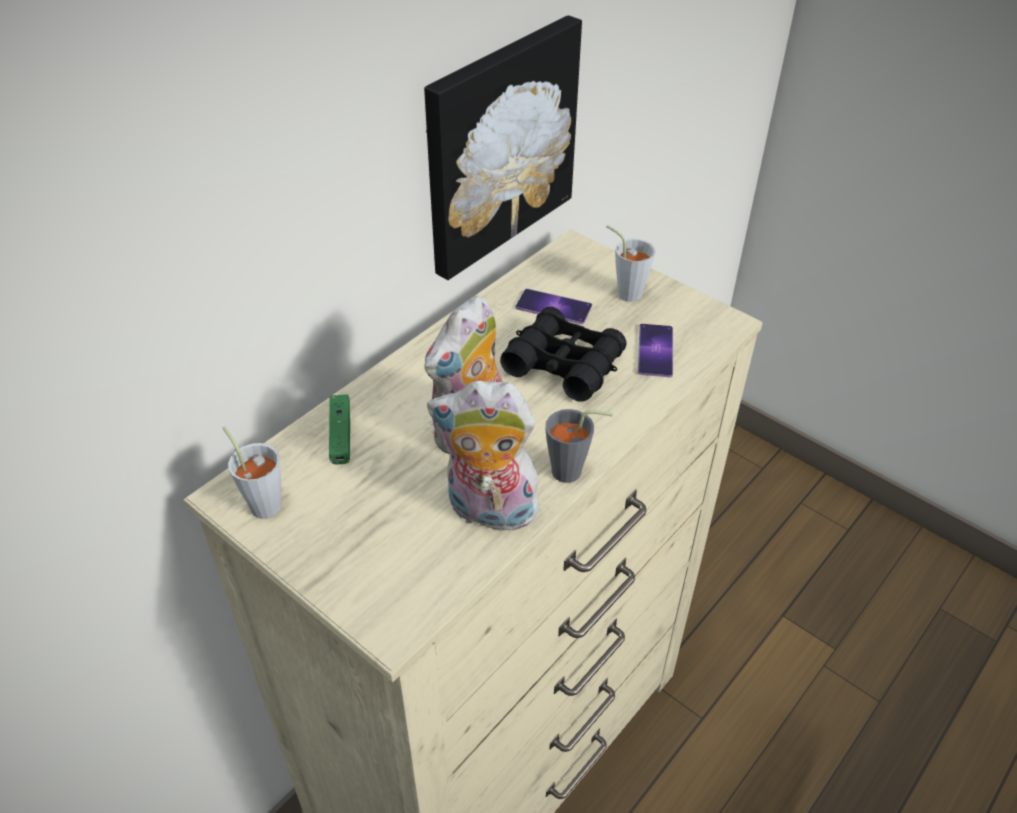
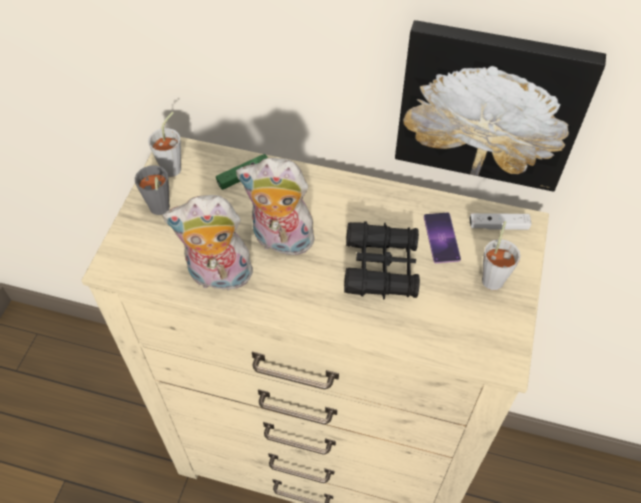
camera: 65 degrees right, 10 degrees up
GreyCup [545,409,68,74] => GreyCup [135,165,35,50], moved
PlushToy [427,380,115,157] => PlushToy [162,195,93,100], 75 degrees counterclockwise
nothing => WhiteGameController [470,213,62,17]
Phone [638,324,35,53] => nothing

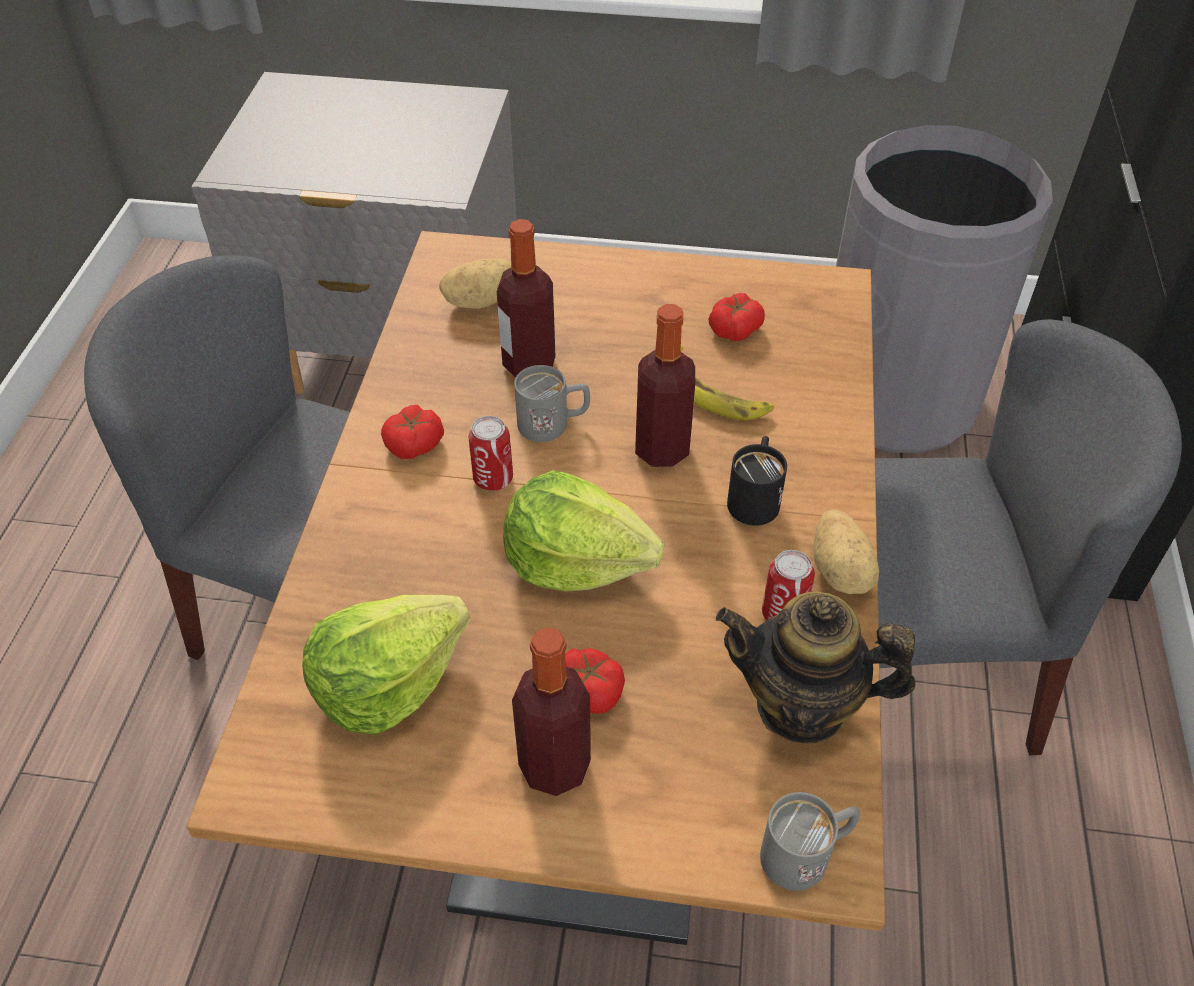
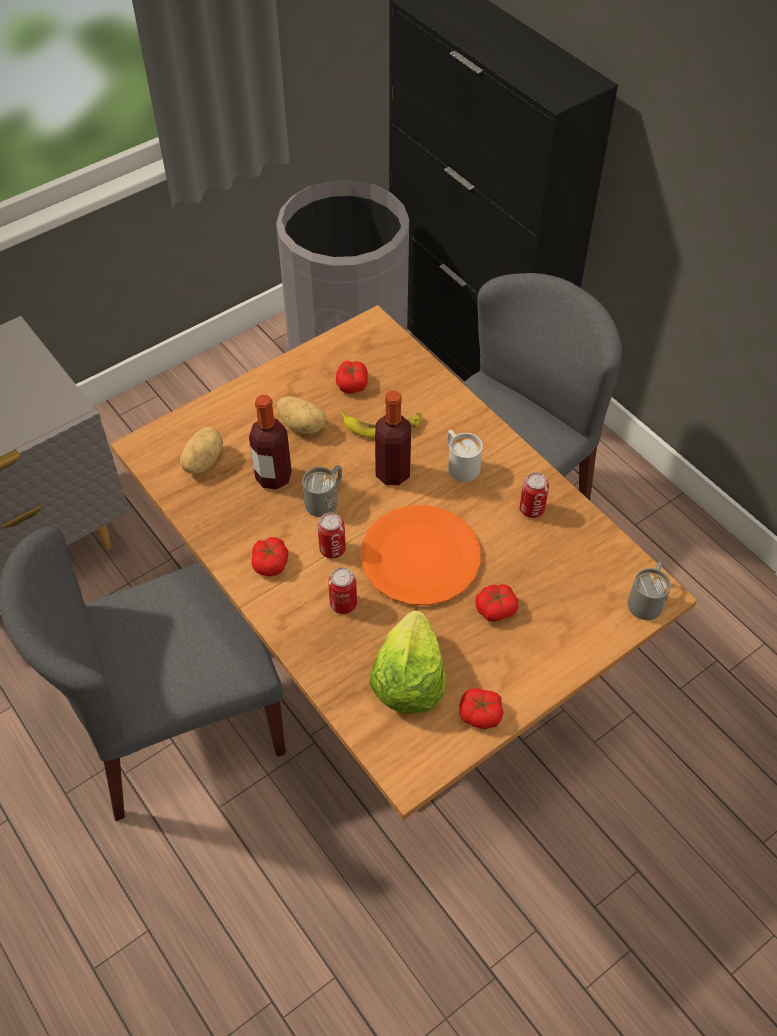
camera: 45 degrees left, 5 degrees up
Potato [814,509,65,85] => Potato [277,396,49,38], moved
nothing => Can [328,567,29,47]
Lettuce [503,470,161,121] => OrangePlate [361,505,120,100]
BlackMug [727,436,60,90] => WhiteMug [447,430,36,52]
nothing => Tomato [459,688,45,41]
Bottle [512,627,79,169] => nothing
Teapot [716,592,200,152] => nothing

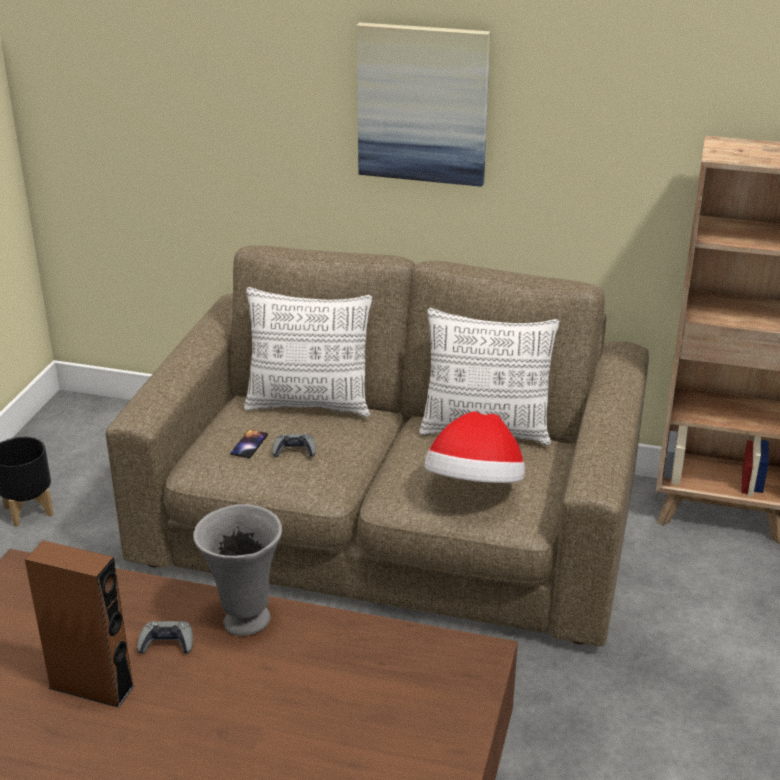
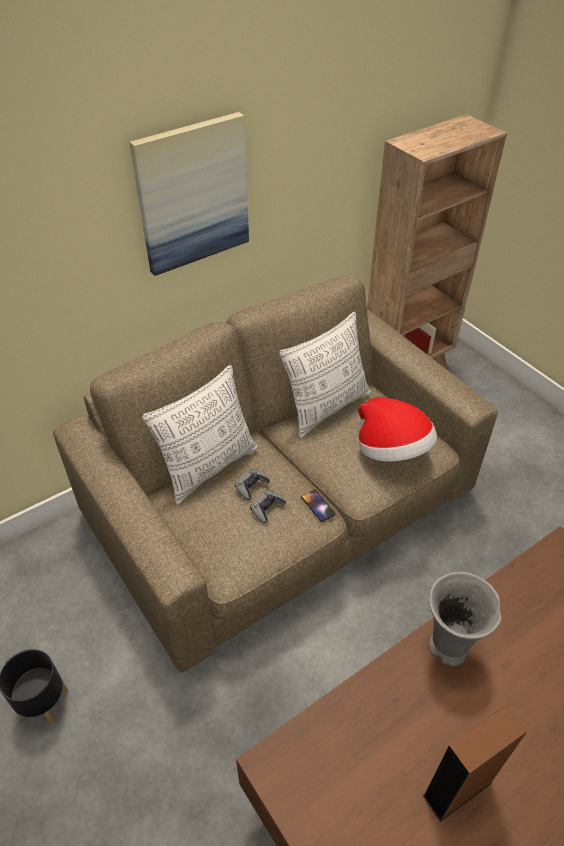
camera: 50 degrees left, 15 degrees up
GreyGameController [137,621,56,33] => GreyGameController [235,469,35,31], moved
Phone [230,430,38,28] => Phone [301,489,35,33], moved

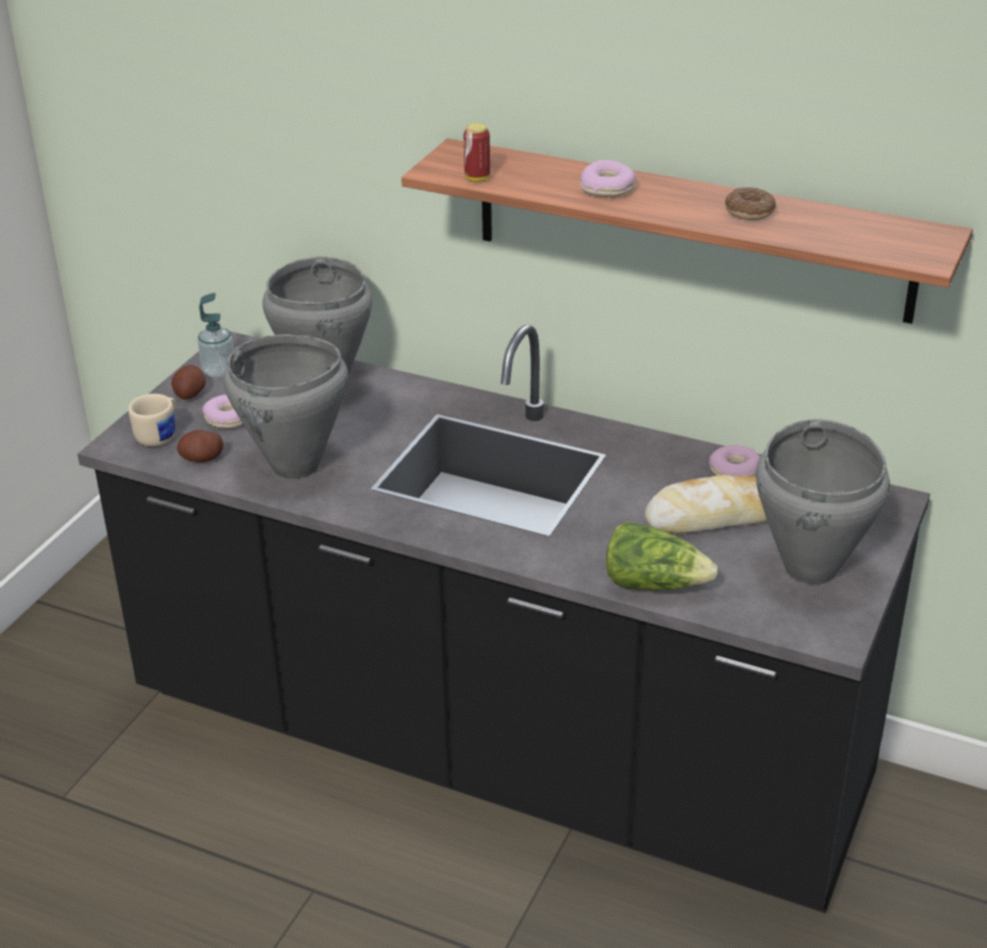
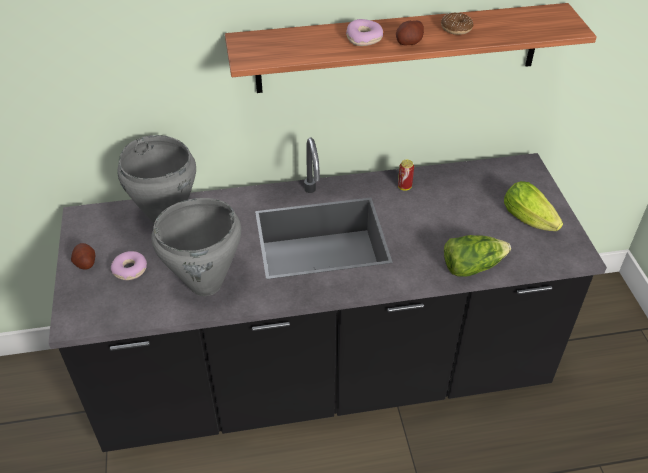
camera: 35 degrees left, 10 degrees up
Potato [177,430,46,32] => Potato [396,20,28,26], moved
Can [464,123,26,59] => Can [398,160,16,31], moved
GreyCookingPot [756,419,134,166] => Lettuce [504,181,59,50]
BeigeMug [128,394,48,52] => nothing
SoapDispenser [198,293,36,85] => nothing
Bread [645,475,122,58] => nothing
Donut [709,445,51,32] => nothing

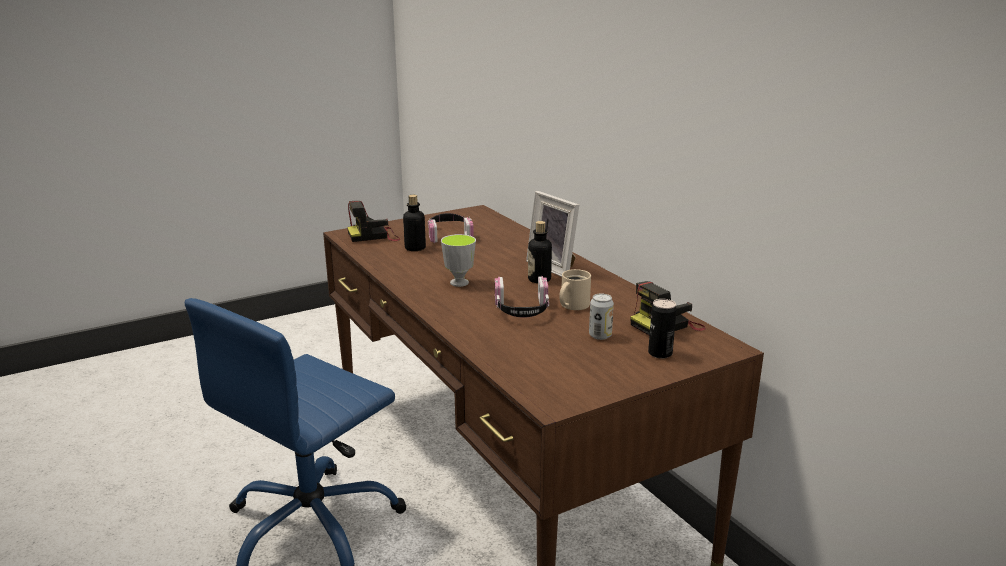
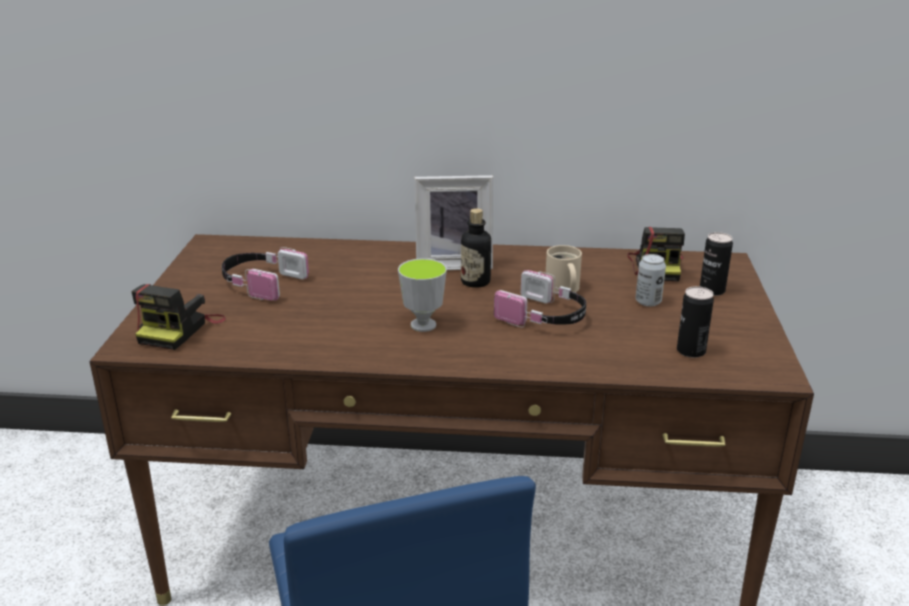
camera: 55 degrees left, 5 degrees up
nothing => Can [677,286,37,72]
Bottle [403,195,23,56] => nothing

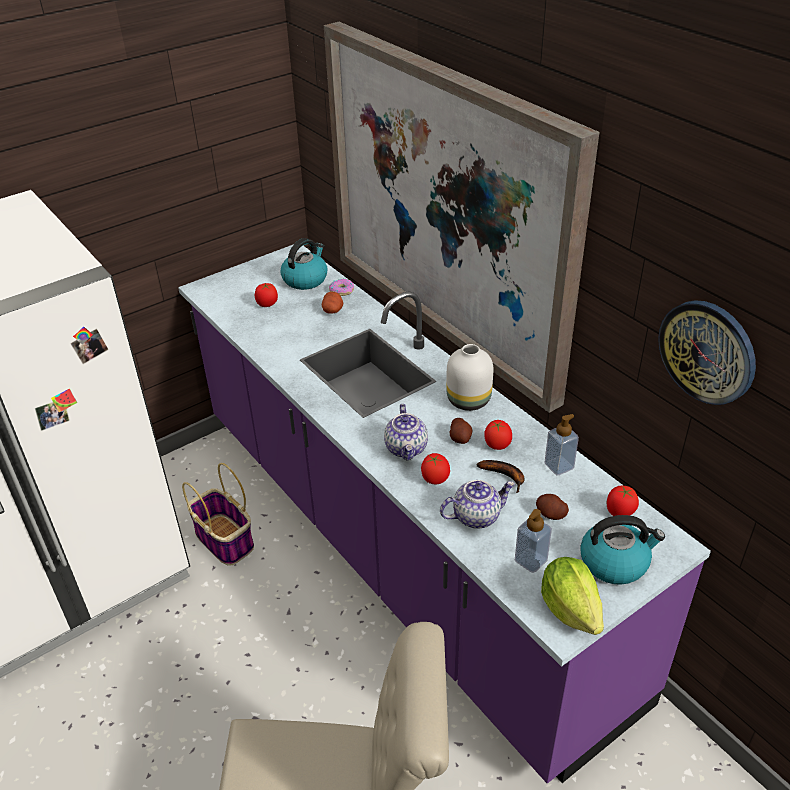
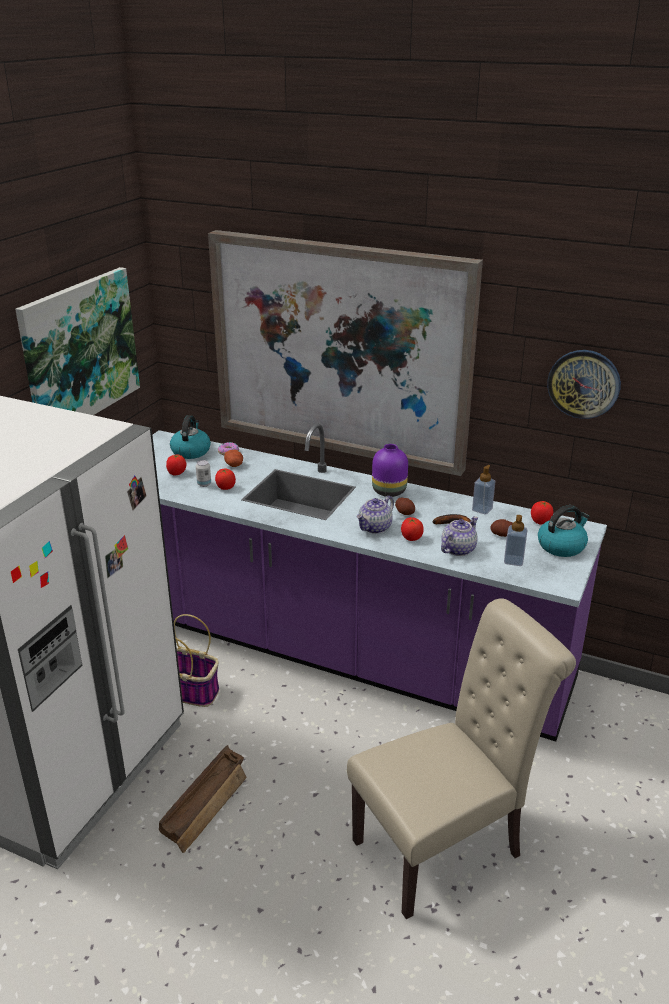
camera: 30 degrees left, 10 degrees down
nothing => Picture [15,267,125,148]
nothing => Crate [159,745,87,108]
nothing => Can [196,460,15,27]
Tomato [484,420,28,30] => Tomato [215,469,21,21], moved
Teapot [384,404,44,57] => Teapot [356,496,38,38], 75 degrees clockwise
WhiteVase [446,344,47,67] => PurpleVase [372,444,36,53]
Lettuce [541,557,63,78] => nothing

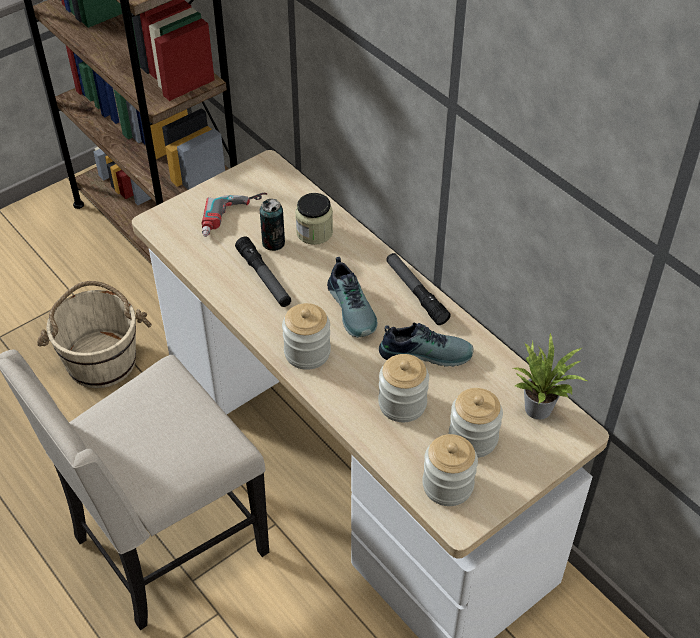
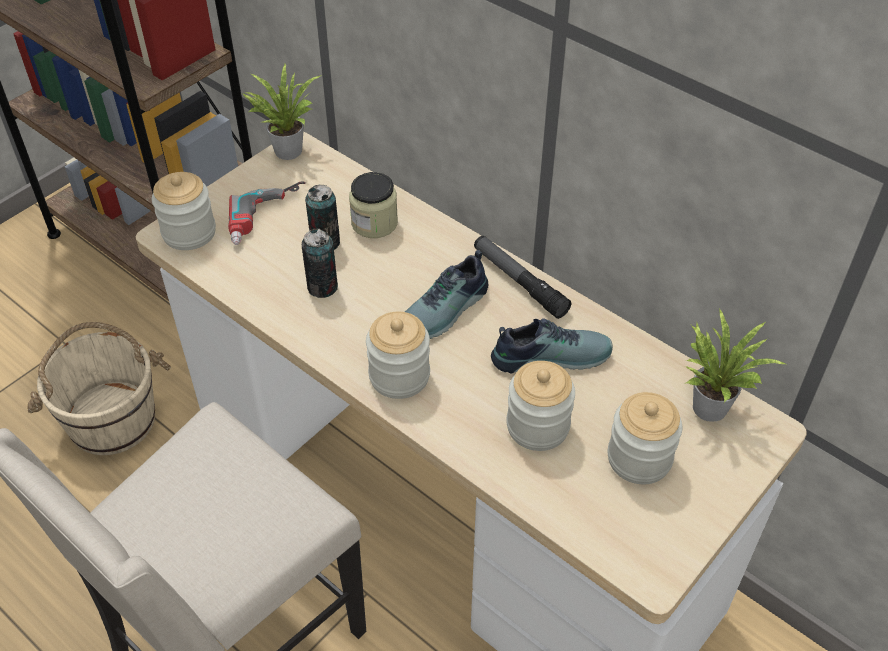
camera: 10 degrees left, 0 degrees up
Jar [422,434,56,72] => Jar [152,172,64,78], moved
nothing => PottedPlant [242,64,80,96]
Flashlight [235,237,56,70] => Can [302,229,36,69]
Shoe [327,257,51,81] => Shoe [405,250,83,89], 75 degrees clockwise

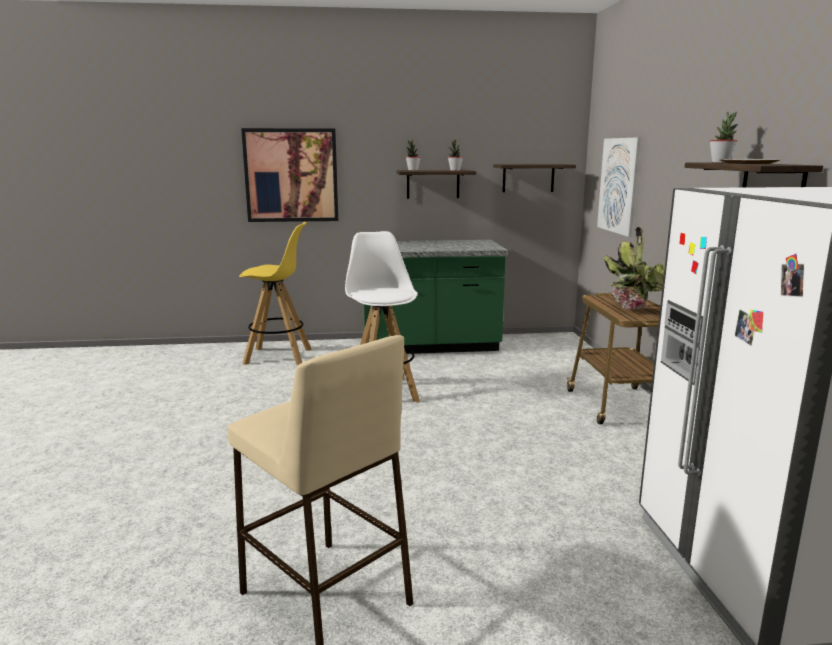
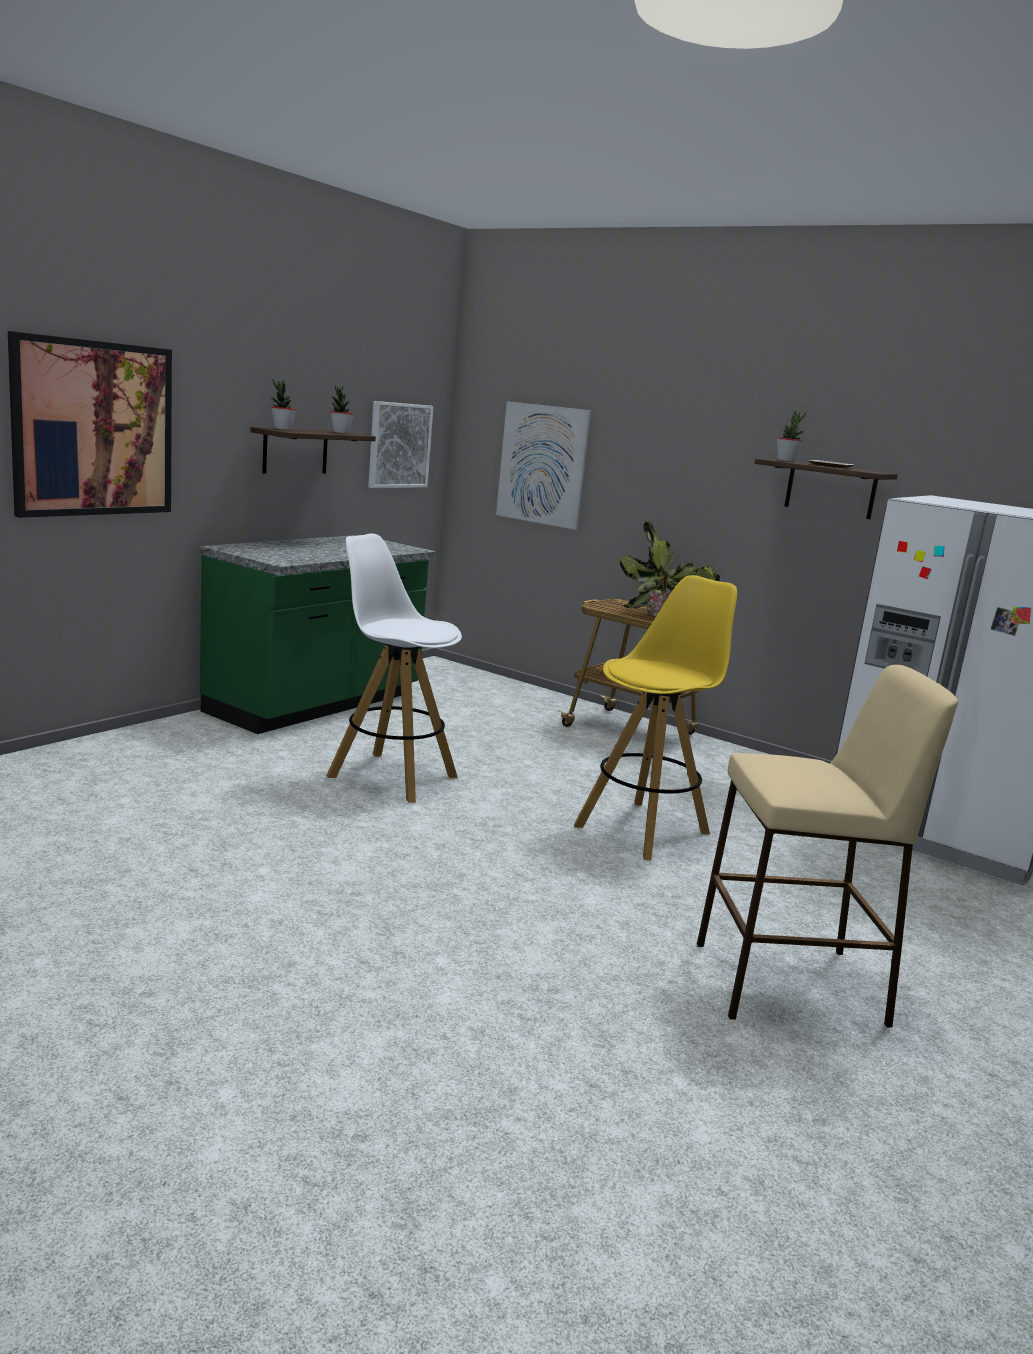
camera: 50 degrees left, 0 degrees up
Shelf [493,164,83,28] => Picture [368,401,65,87]
YellowStool [239,222,73,143] => YellowStool [574,575,163,285], moved

